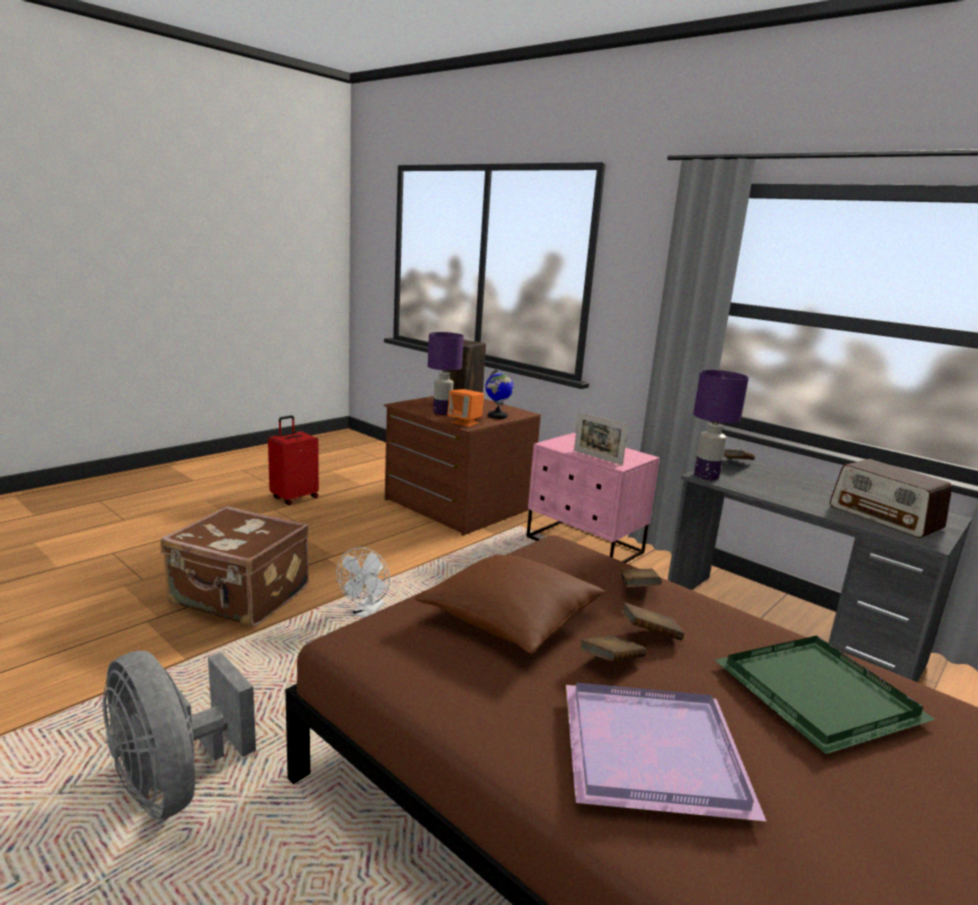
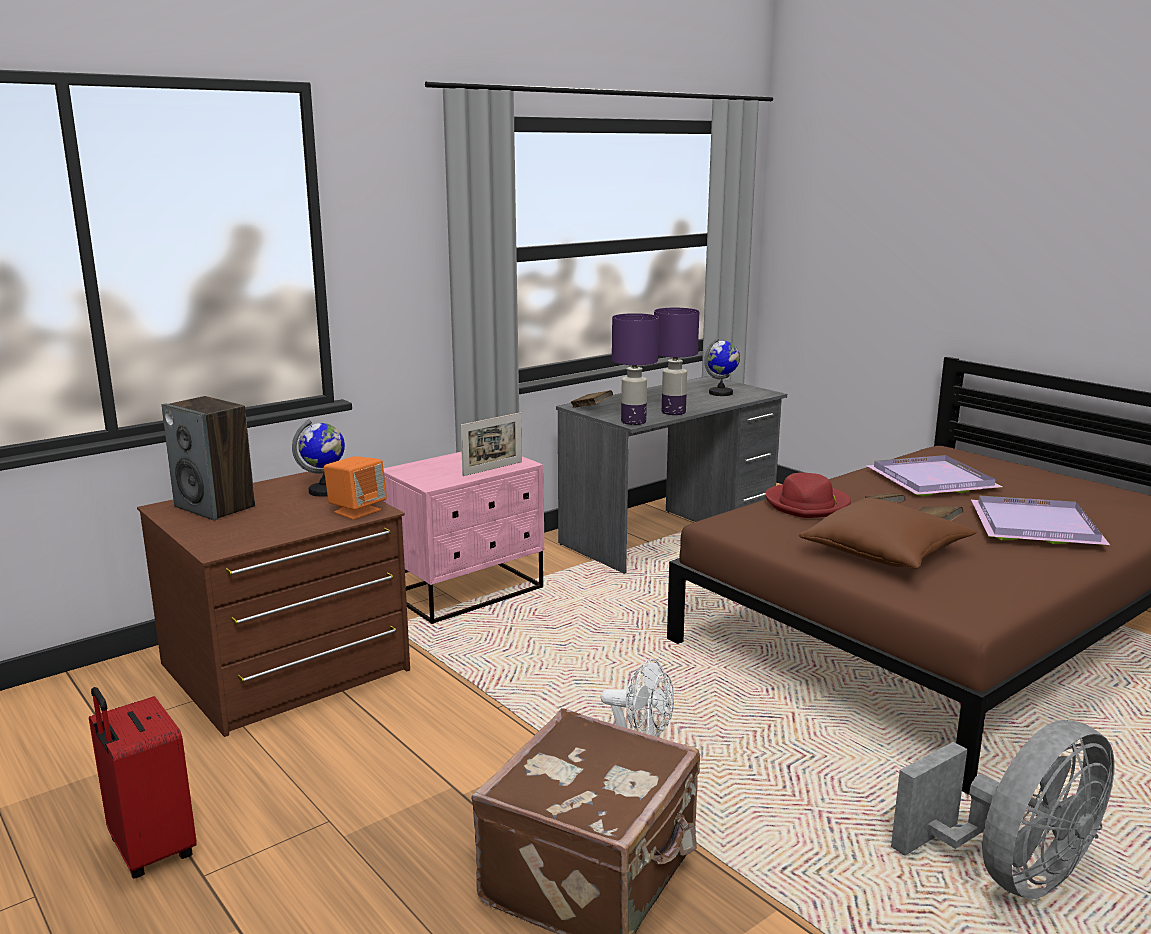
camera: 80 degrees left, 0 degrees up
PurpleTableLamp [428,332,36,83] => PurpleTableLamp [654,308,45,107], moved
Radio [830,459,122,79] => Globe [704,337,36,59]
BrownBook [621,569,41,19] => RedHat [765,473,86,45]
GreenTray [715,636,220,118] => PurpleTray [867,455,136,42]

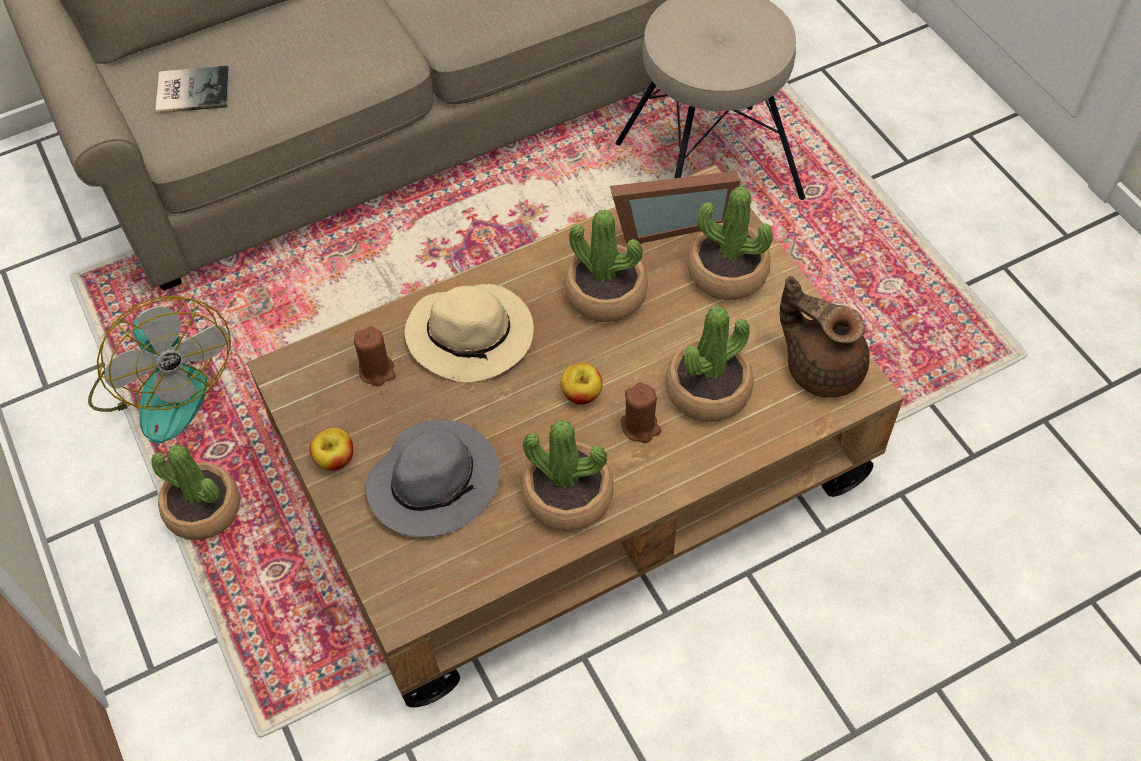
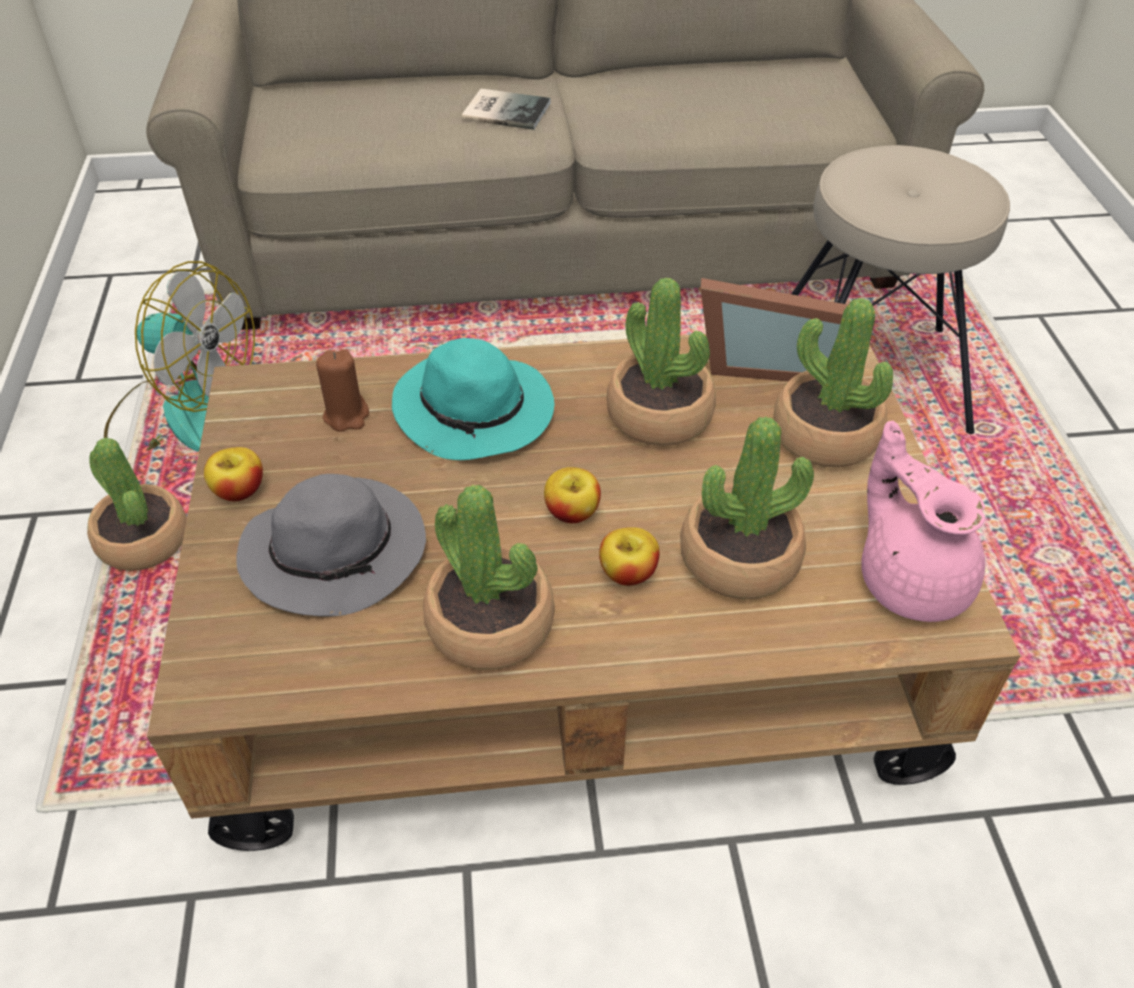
camera: 20 degrees right, 10 degrees down
Fan [88,296,143,147] => Fan [104,261,151,198], 60 degrees counterclockwise
BeigeHat [405,284,129,98] => TurquoiseHat [392,338,162,122]
Book [155,65,75,48] => Book [462,89,89,41], moved
BrownCandle [621,382,40,61] => Apple [599,527,61,59]
BrownTeapot [780,276,90,122] => PinkTeapot [861,421,124,201]

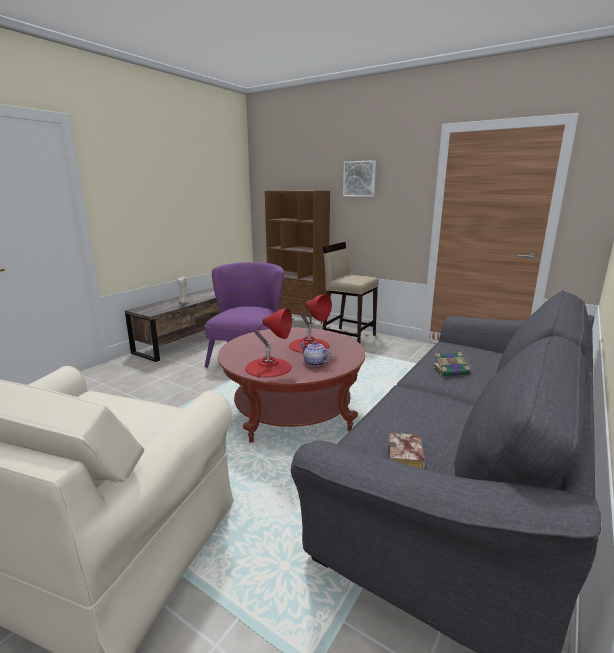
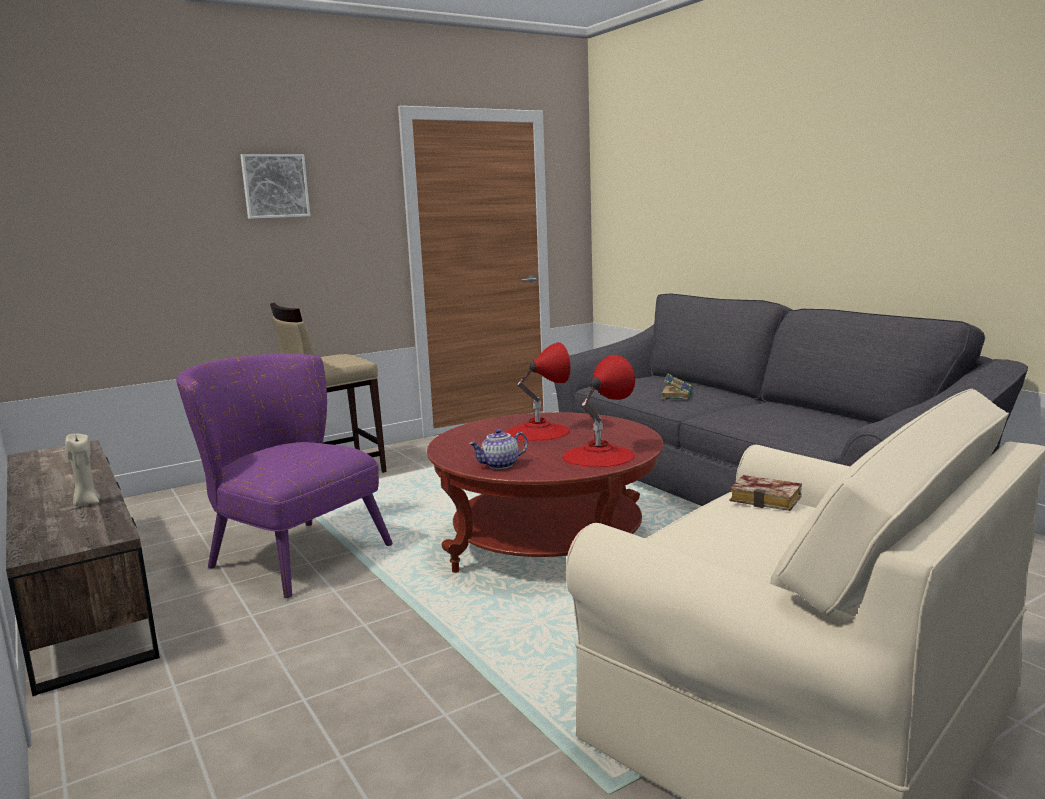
camera: 65 degrees left, 5 degrees down
Teapot [300,341,32,25] => Teapot [469,429,59,40], moved
Book [388,433,37,36] => Book [730,475,72,36], moved
BrownBookcase [265,191,65,136] => nothing

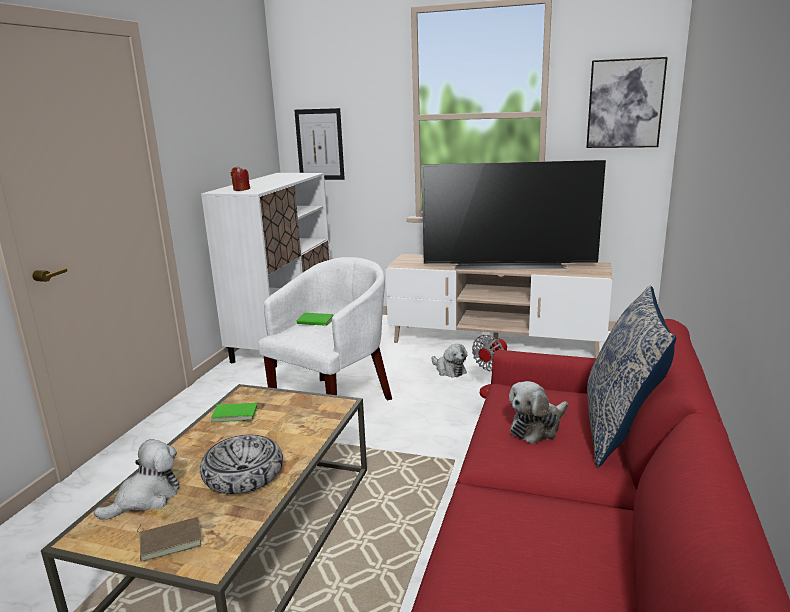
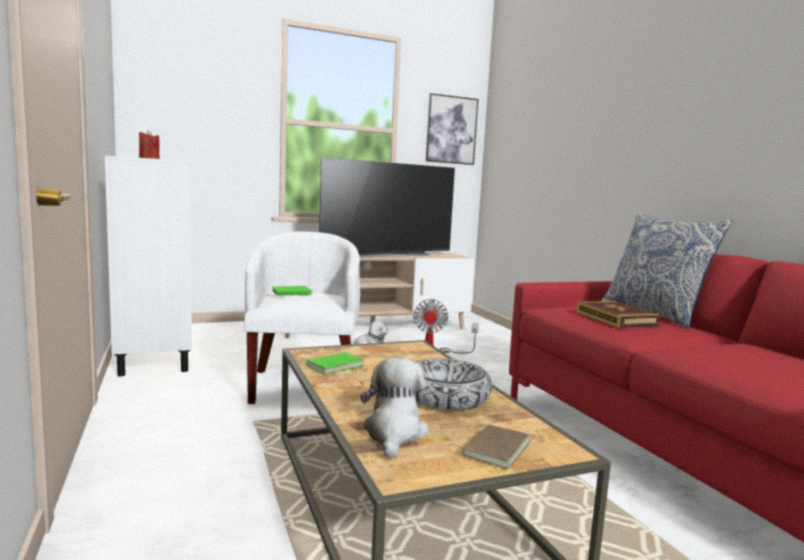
camera: 40 degrees left, 10 degrees down
PlushToy [509,381,59,63] => Book [577,301,84,27]
Picture [294,108,51,72] => nothing

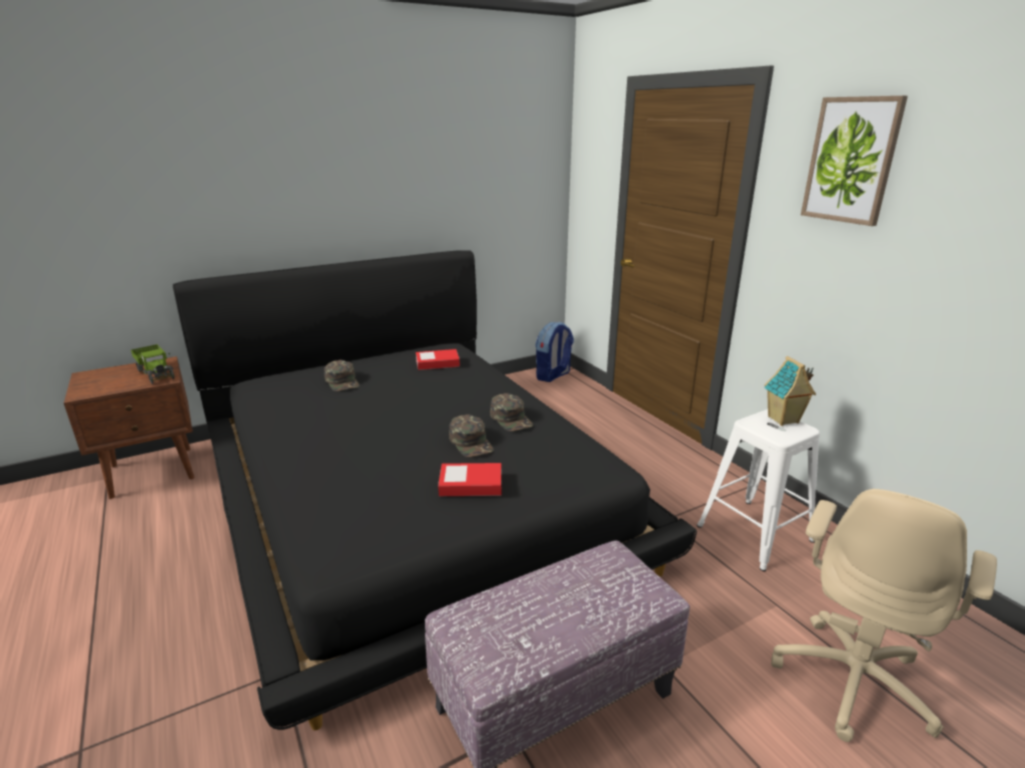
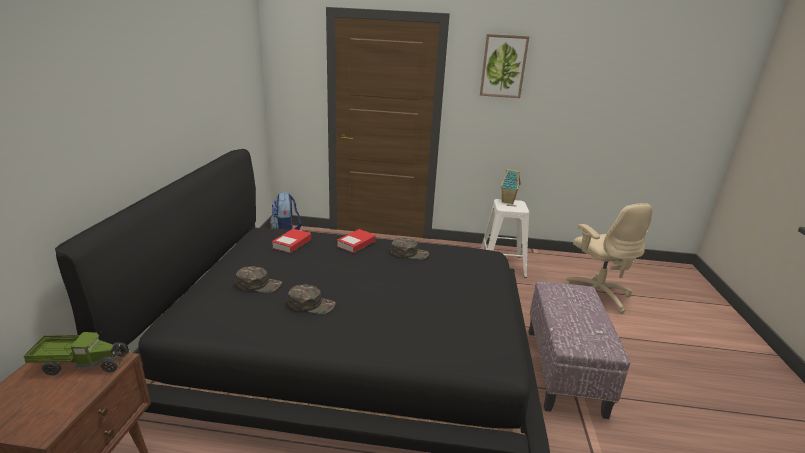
camera: 55 degrees left, 0 degrees up
GreenCap [449,414,45,43] => GreenCap [288,284,48,30], moved
Book [438,463,63,33] => Book [337,229,39,24], moved

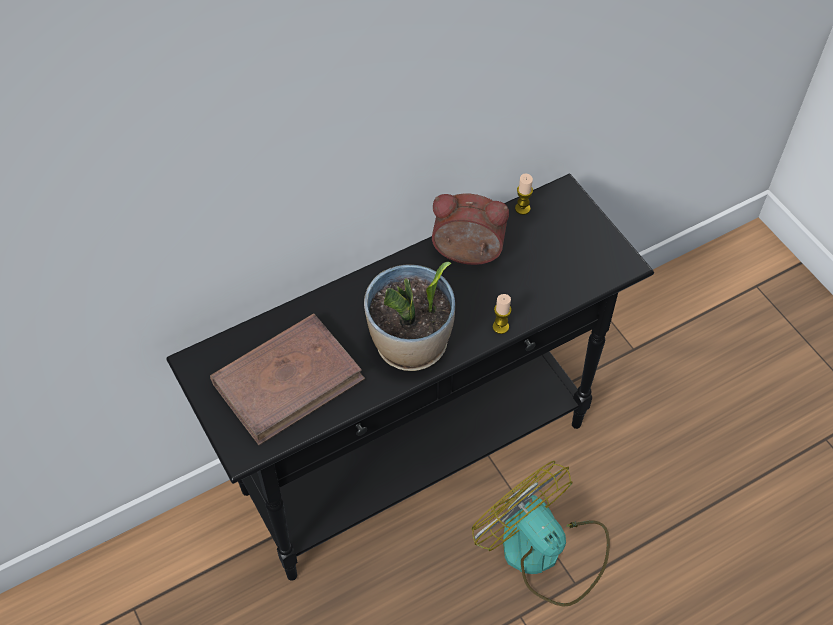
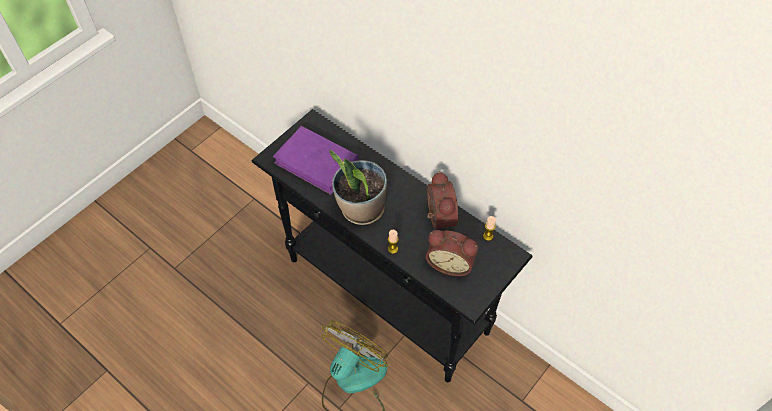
camera: 70 degrees right, 0 degrees up
BrownBook [210,313,155,132] => PurpleBook [273,126,86,69]
nothing => AlarmClock [426,230,52,46]

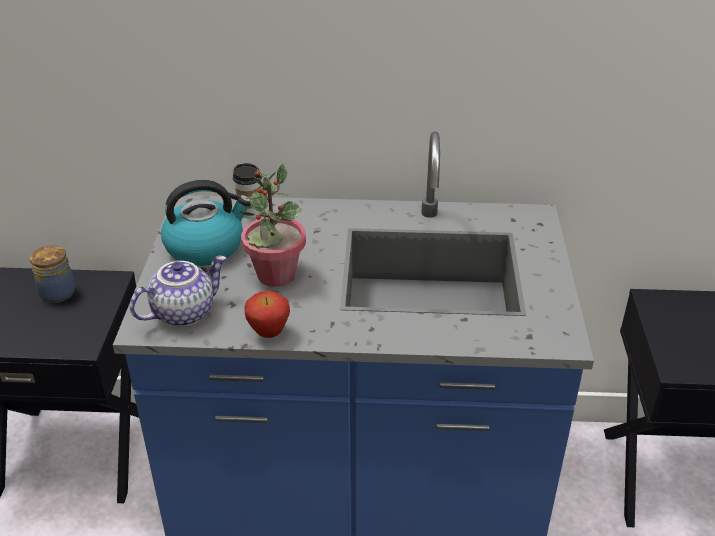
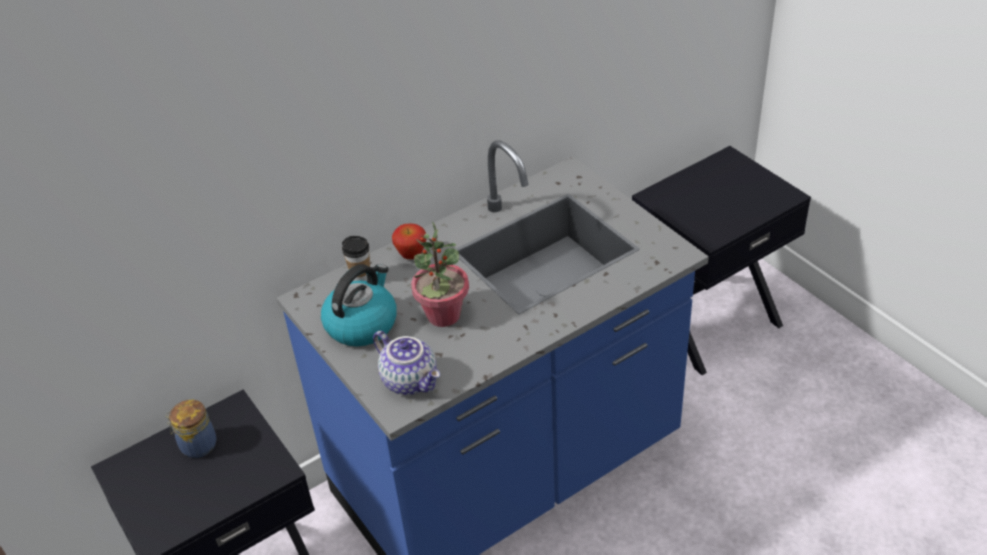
camera: 35 degrees left, 5 degrees up
Teapot [130,256,96,71] => Teapot [373,331,67,64], 120 degrees clockwise
Apple [244,291,46,47] => Apple [392,224,34,35], moved

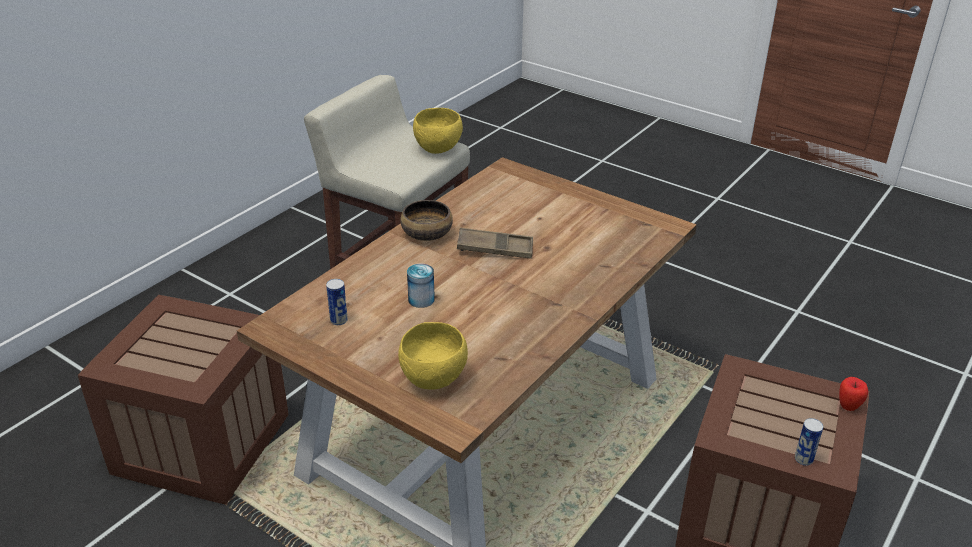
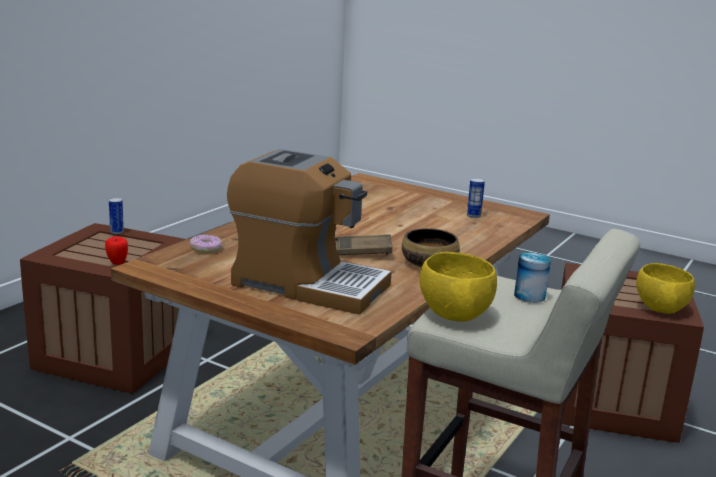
camera: 175 degrees right, 15 degrees down
Apple [839,377,29,34] => Apple [105,236,23,29], moved
nothing => Donut [190,235,32,18]
nothing => CoffeeMachine [227,149,165,166]
Can [407,264,28,44] => Can [514,252,37,51], moved
YellowBowl [398,322,70,68] => YellowBowl [636,263,59,51], moved

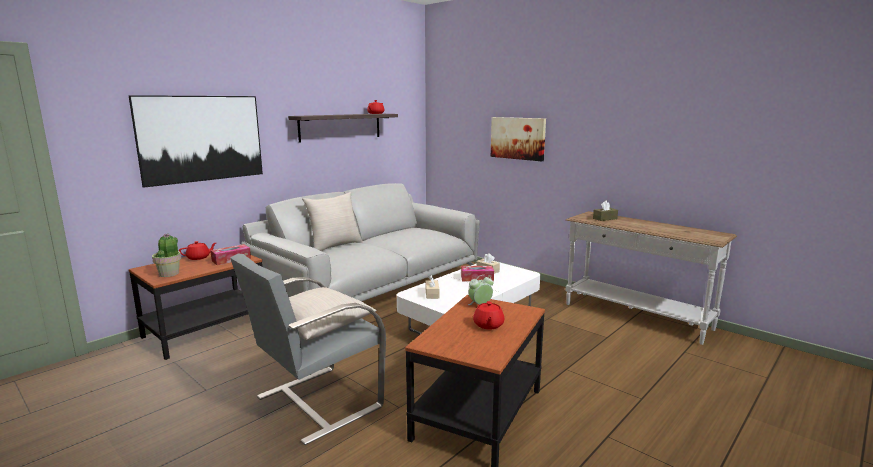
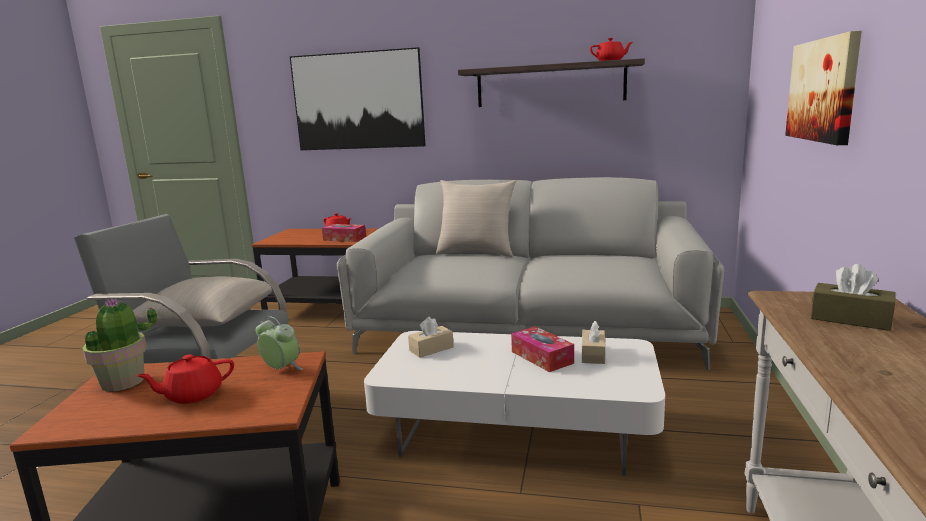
camera: 60 degrees right, 0 degrees up
PottedPlant [152,233,29,44] => PottedPlant [82,298,75,93], moved

